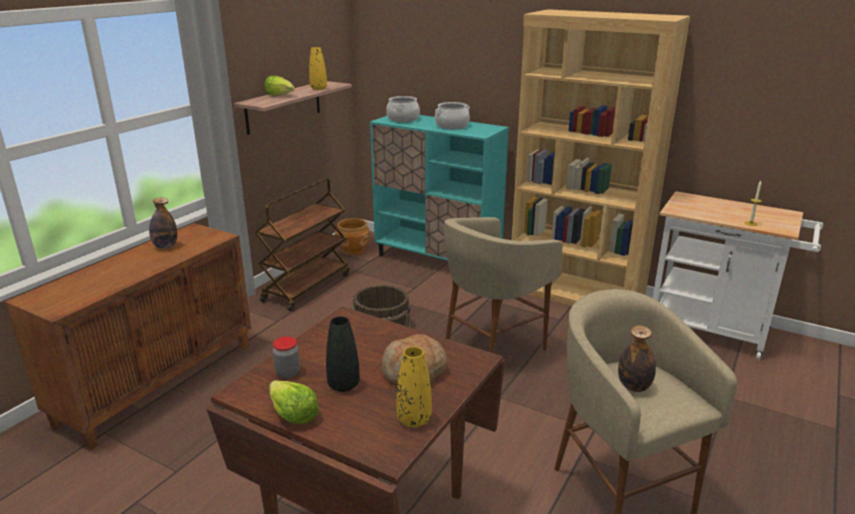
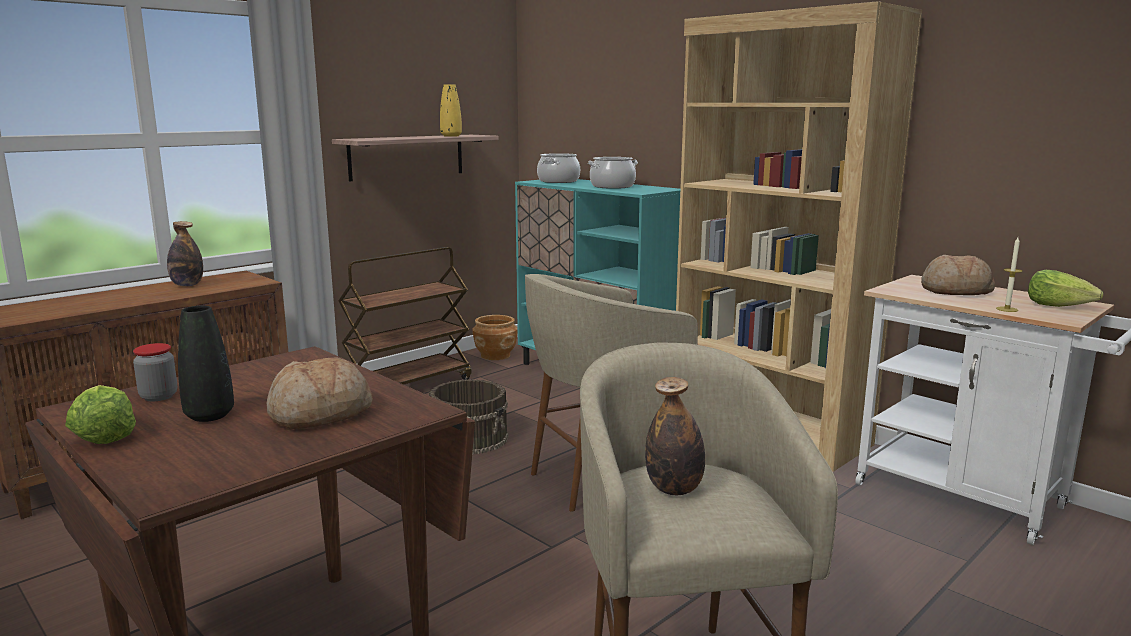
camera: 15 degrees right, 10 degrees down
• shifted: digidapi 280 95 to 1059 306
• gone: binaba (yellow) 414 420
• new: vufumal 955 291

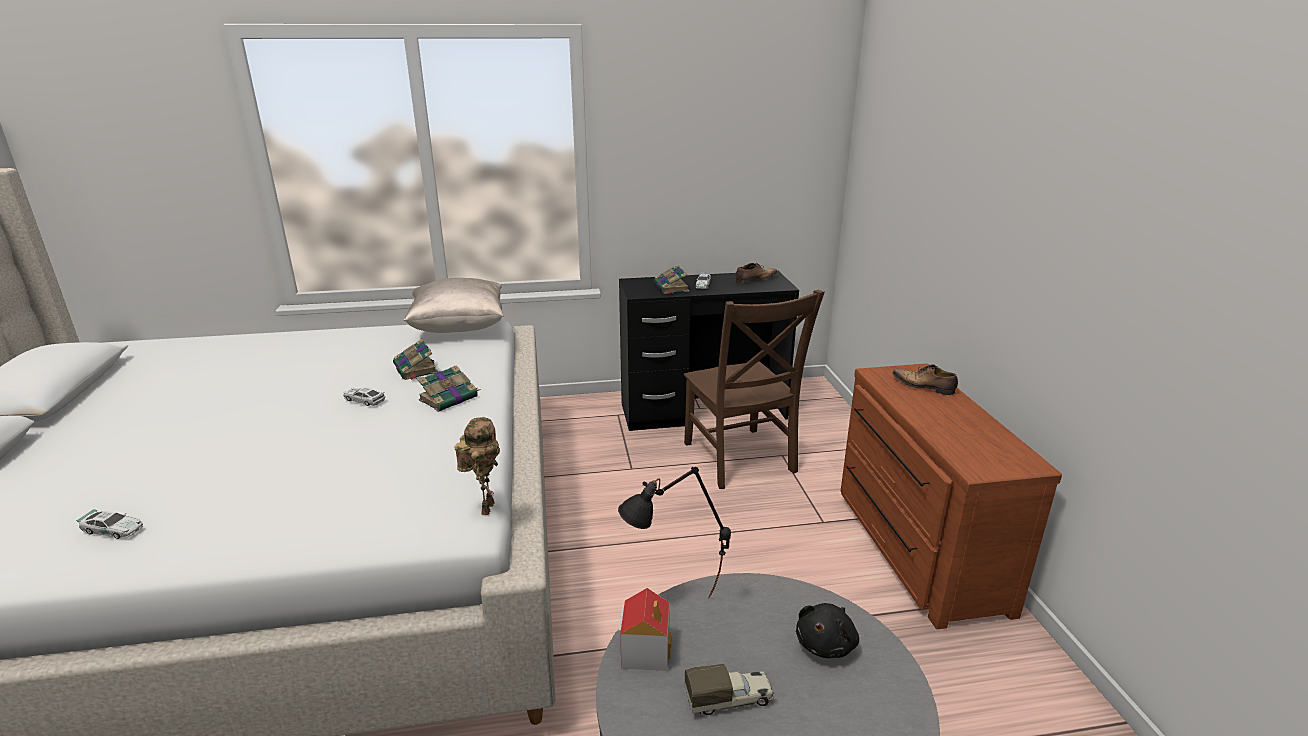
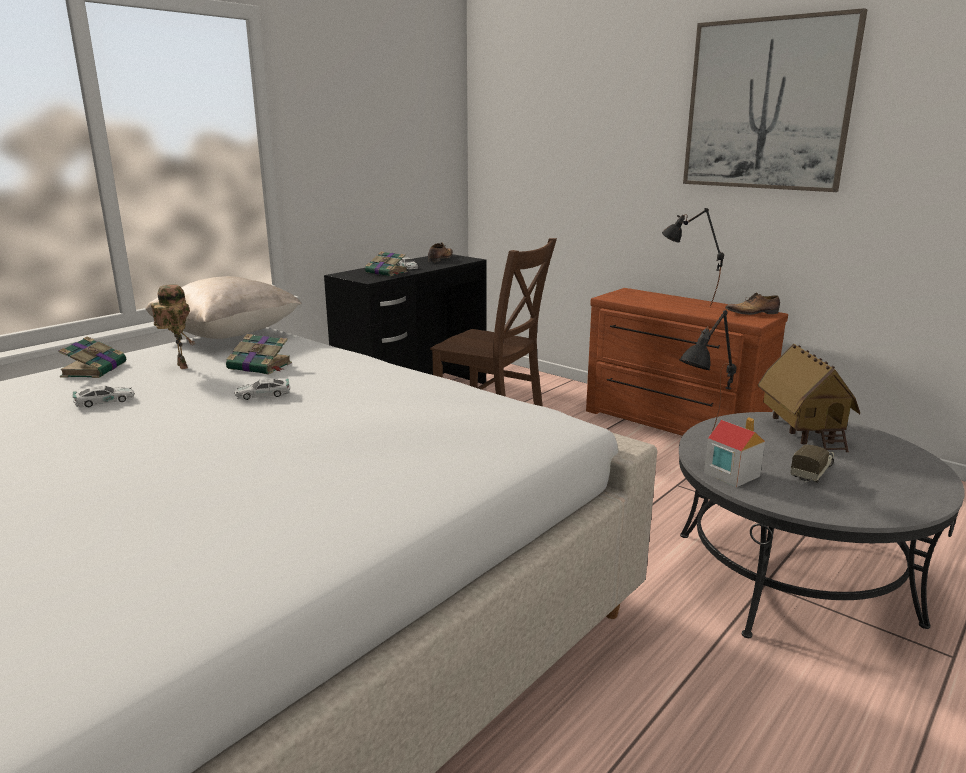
camera: 40 degrees left, 5 degrees down
• shifted: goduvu 924 386 to 753 313
• shifted: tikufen 450 398 to 95 369
• shifted: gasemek 485 507 to 179 366
• shifted: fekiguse 113 529 to 105 401
• swapped: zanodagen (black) 826 644 to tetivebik 802 431
• new: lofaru 767 105
• new: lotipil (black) 686 305

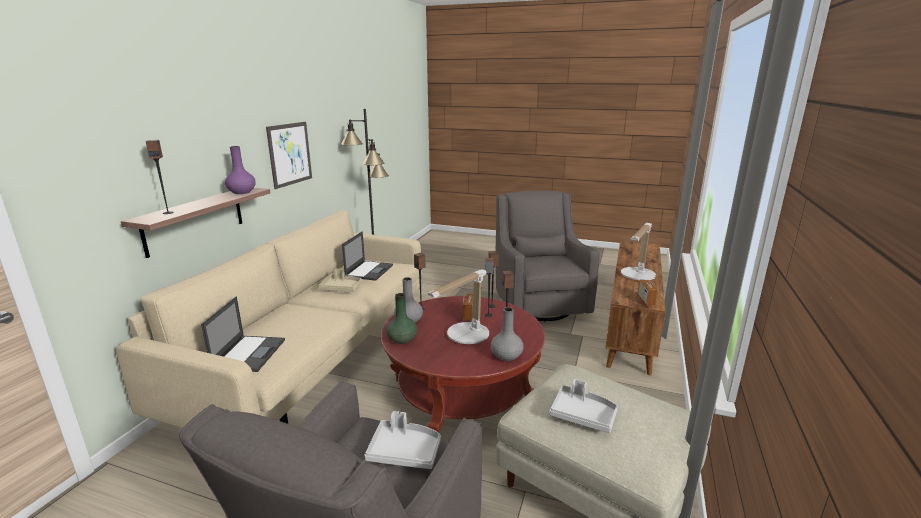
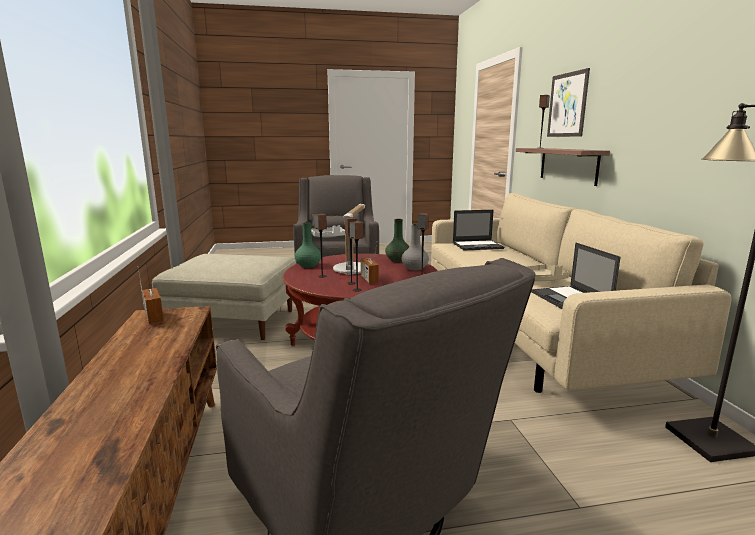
camera: 150 degrees right, 5 degrees down
• shifted: lofaru 290 154 to 567 105
• gone: binaba (purple) 242 192
• gone: lotipil 636 276
• rotated: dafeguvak 249 353 = 478 245 75 degrees counterclockwise
• repainted: binaba (grey) 506 356 to binaba (green) 308 265
• gone: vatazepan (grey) 583 415

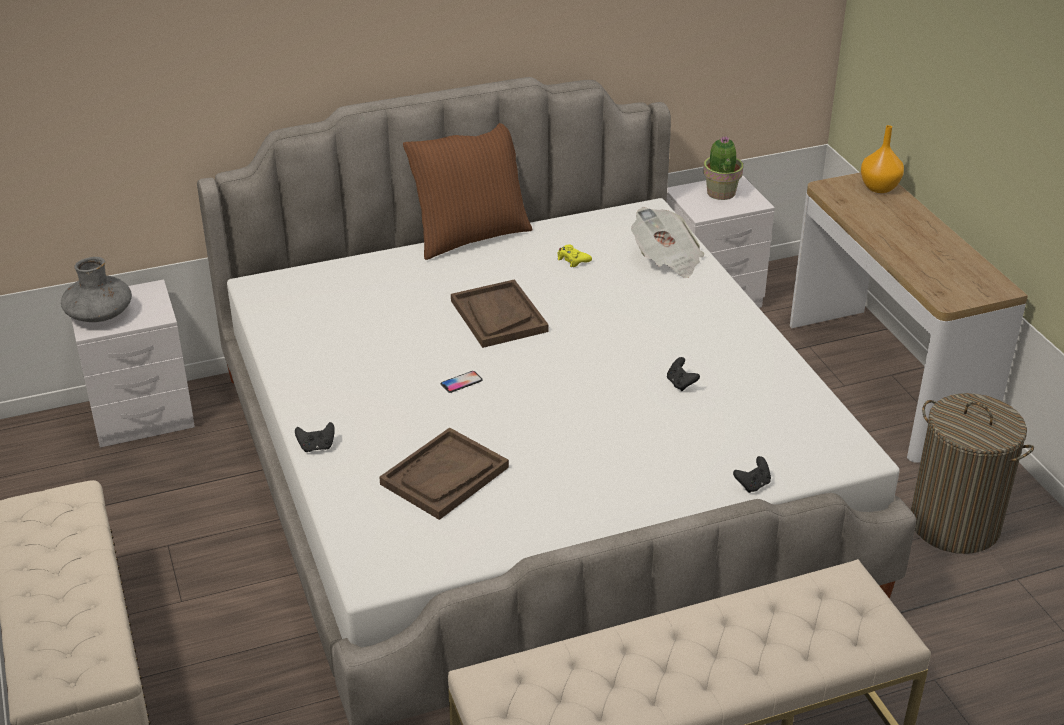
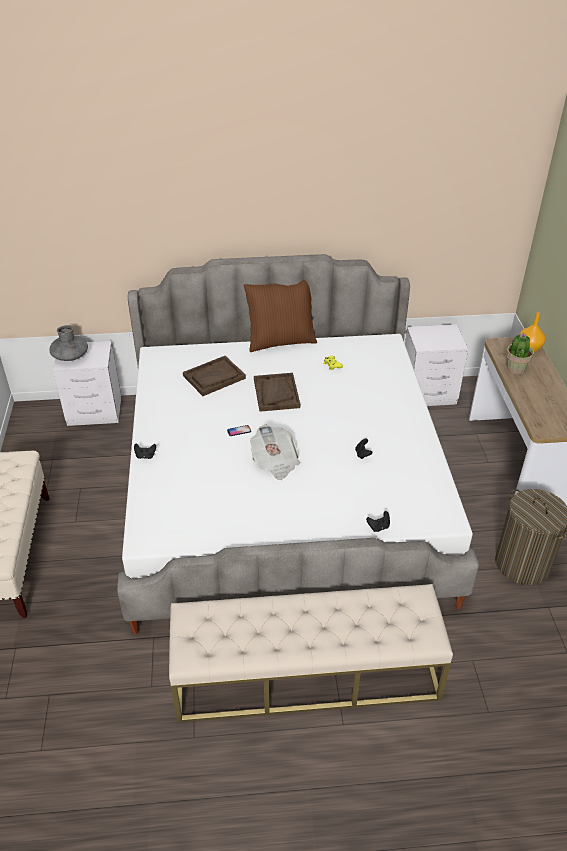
camera: 15 degrees right, 5 degrees up
• shifted: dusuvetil 720 193 to 515 368
• shifted: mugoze 667 259 to 275 462
• shifted: vatazepan (brown) 444 476 to 214 377

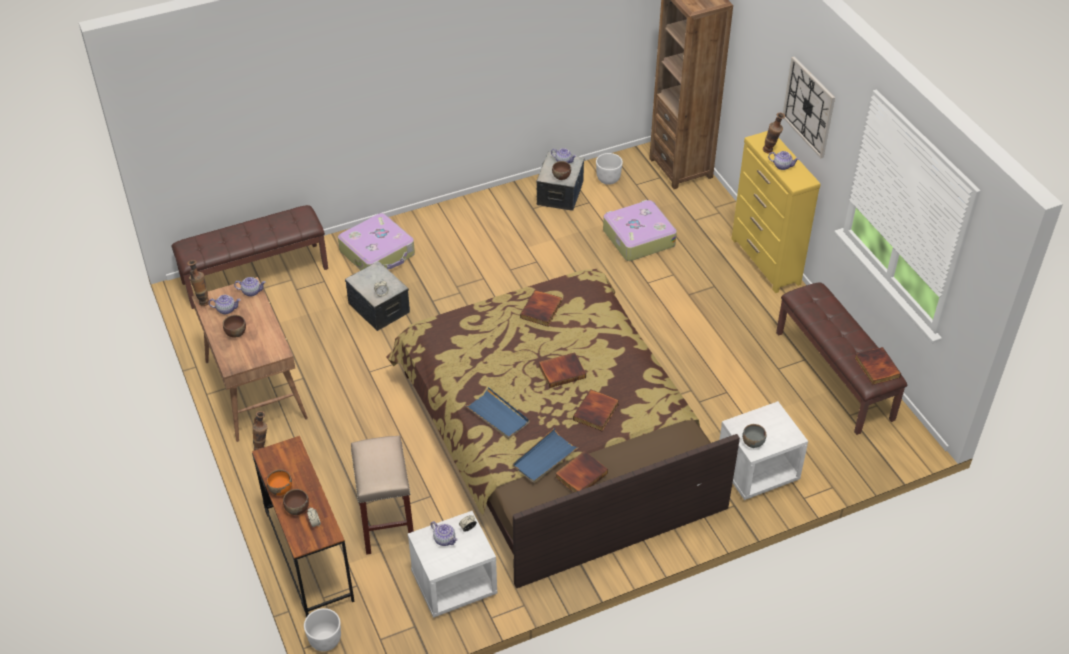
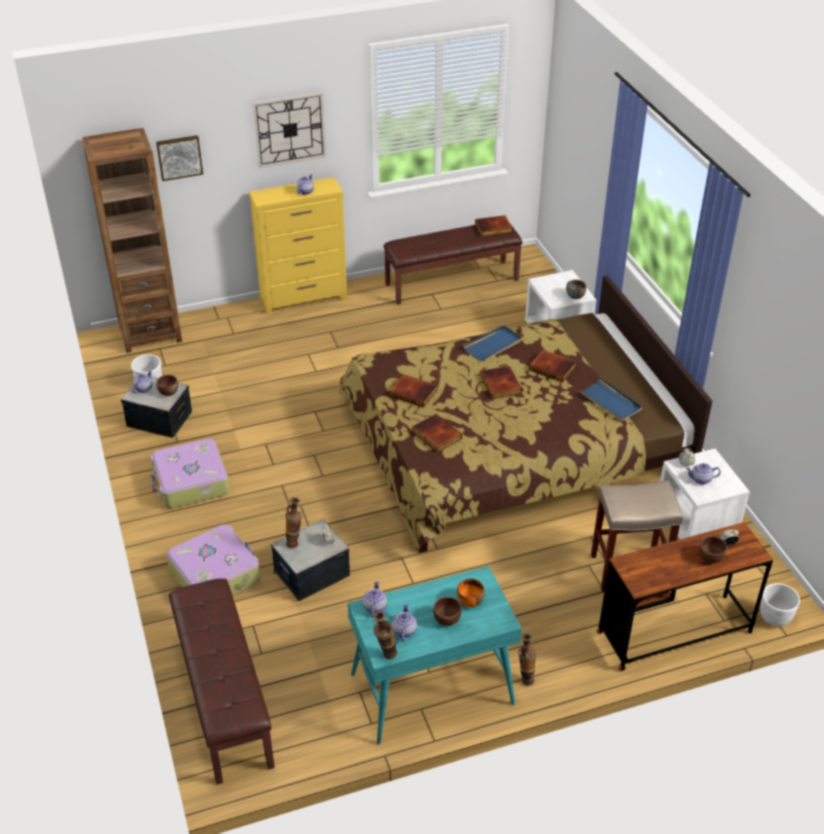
camera: 85 degrees left, 5 degrees down
• shifted: binaba 770 152 to 295 542
• shifted: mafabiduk 637 238 to 190 482
• repainted: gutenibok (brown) 255 390 to gutenibok (turquoise) 431 690
• shifted: vatazepan (blue) 498 415 to 493 345
• shifted: tikufen 581 474 to 435 435
• shifted: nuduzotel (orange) 280 489 to 470 601
• rotated: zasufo 445 539 = 701 480 135 degrees counterclockwise
• new: lofaru 179 157

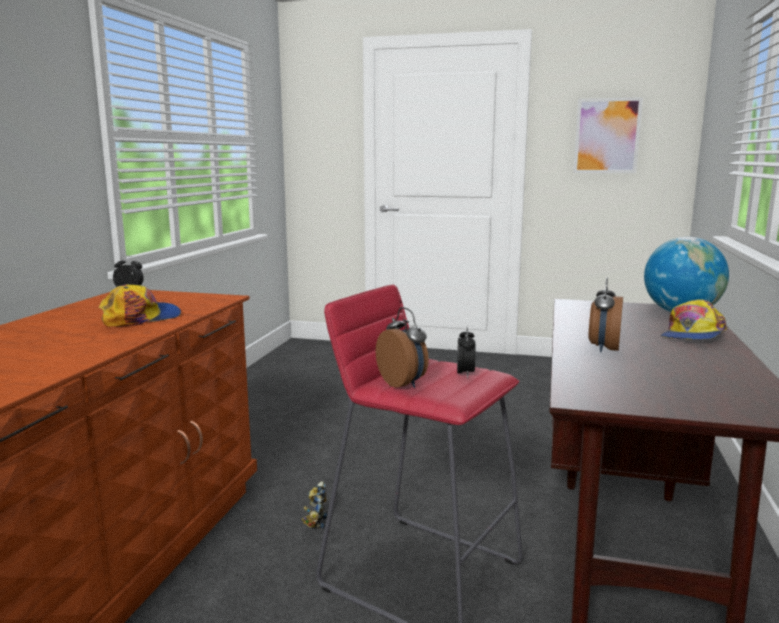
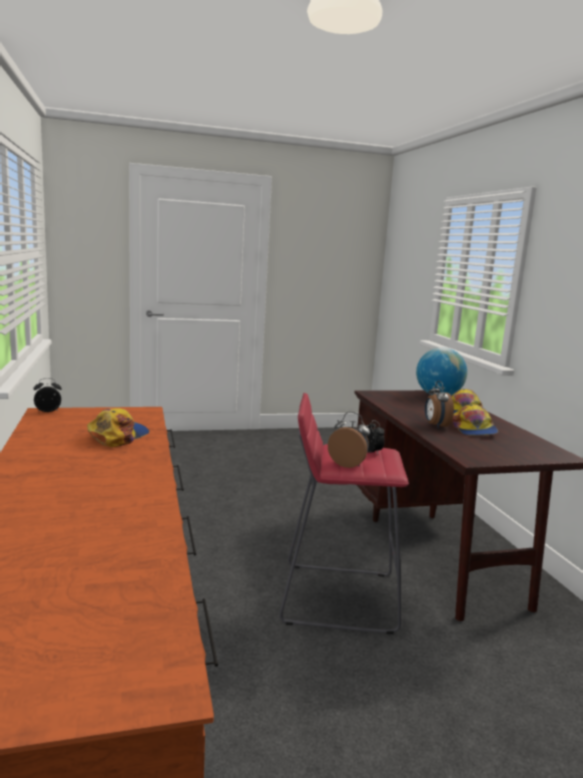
camera: 30 degrees left, 0 degrees up
• gone: lofaru 607 136
• gone: gasemek 315 522
• new: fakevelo 473 429

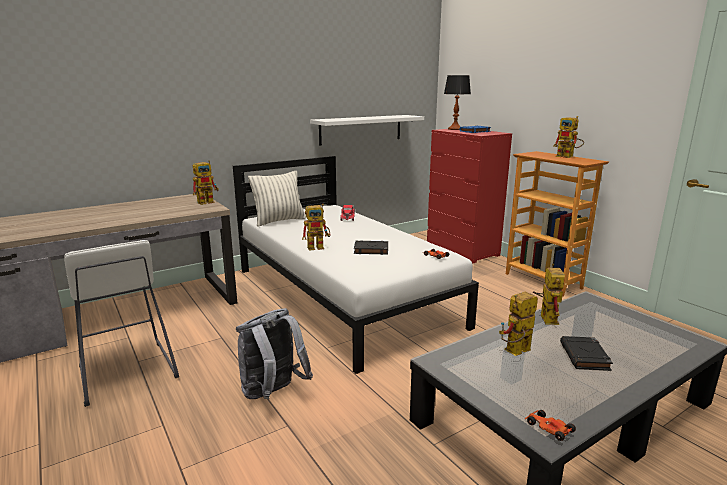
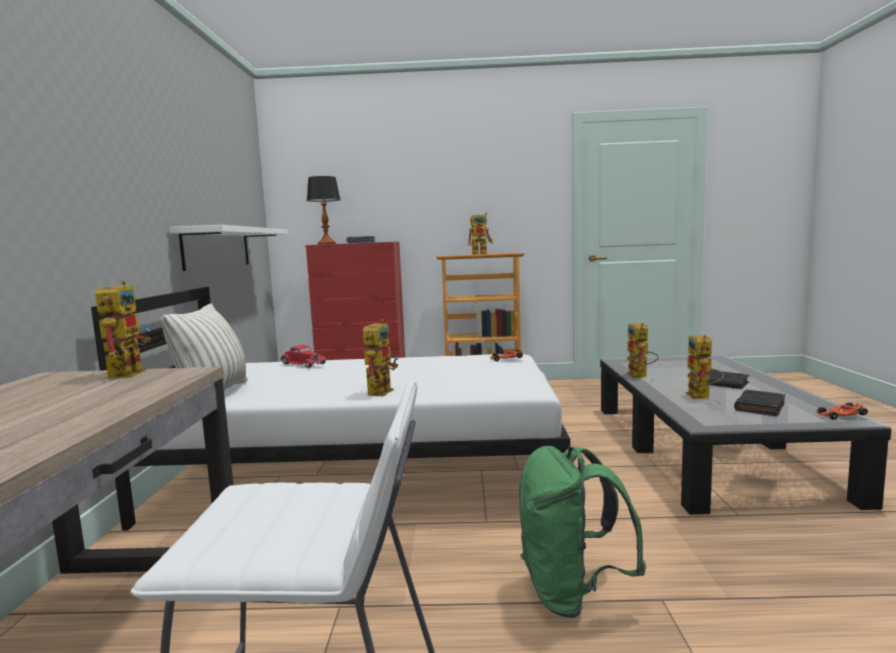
camera: 55 degrees left, 10 degrees down
• shifted: tikufen (black) 370 250 to 760 407
• rotated: gasemek 545 317 = 640 376 135 degrees counterclockwise
• repainted: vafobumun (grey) 272 394 to vafobumun (green) 572 593

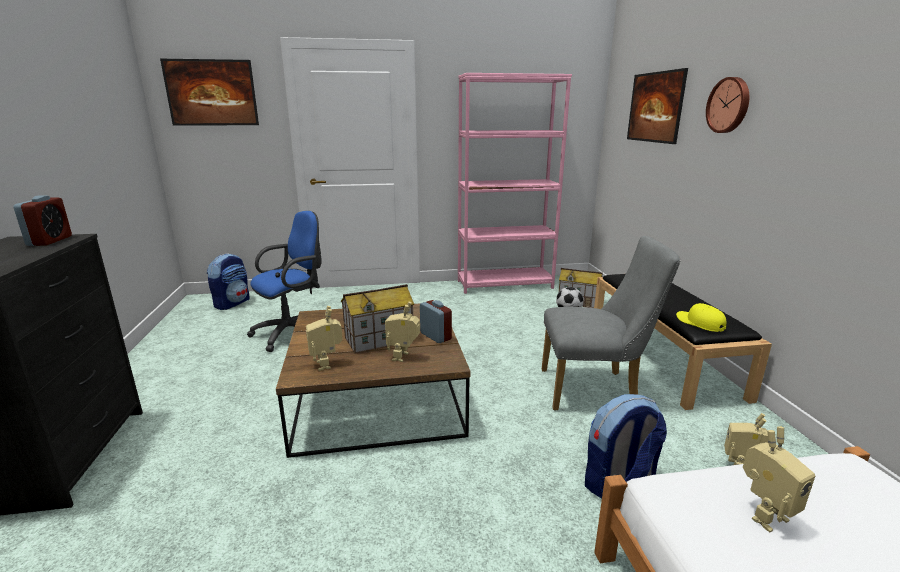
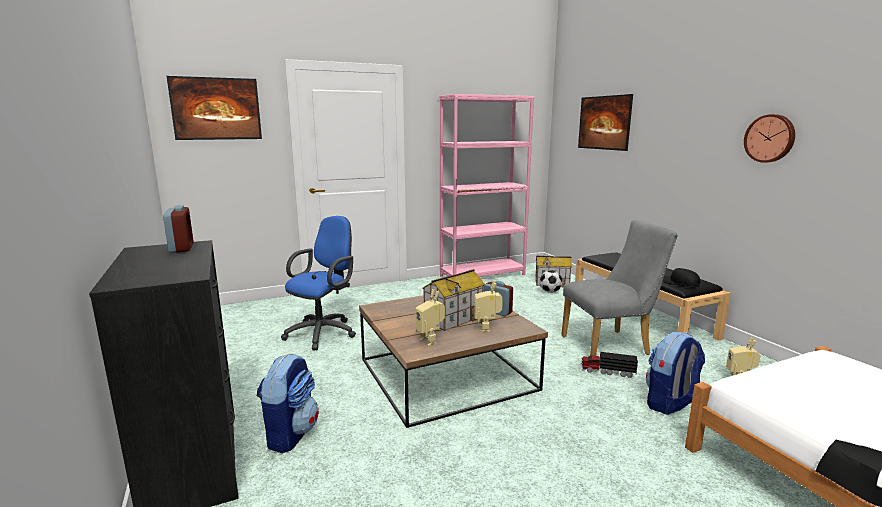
camera: 15 degrees left, 5 degrees down
• shifted: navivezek 729 105 to 770 138
• shifted: vafobumun 232 303 to 290 434
• repainted: fakevelo (yellow) 700 323 to fakevelo (black) 679 283
• gone: gasemek 764 515
• new: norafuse 607 371

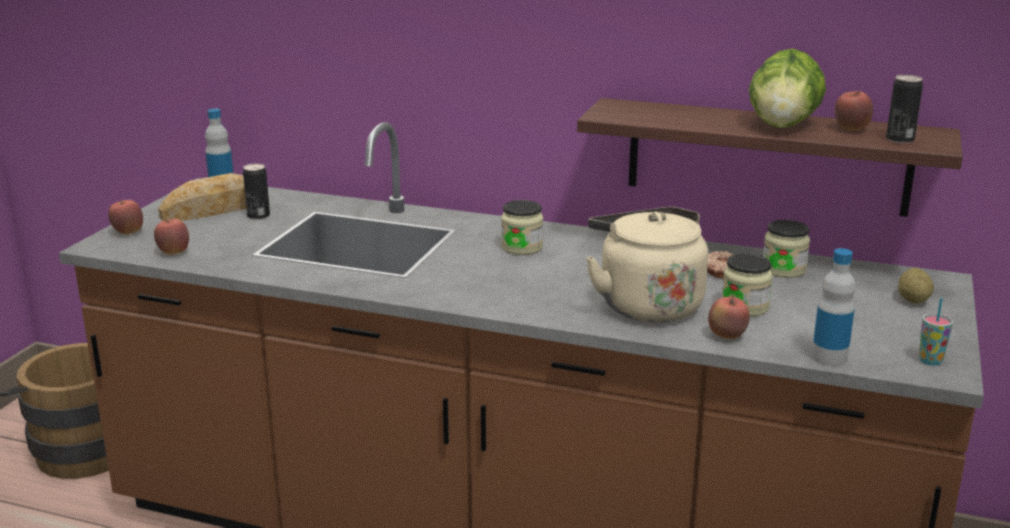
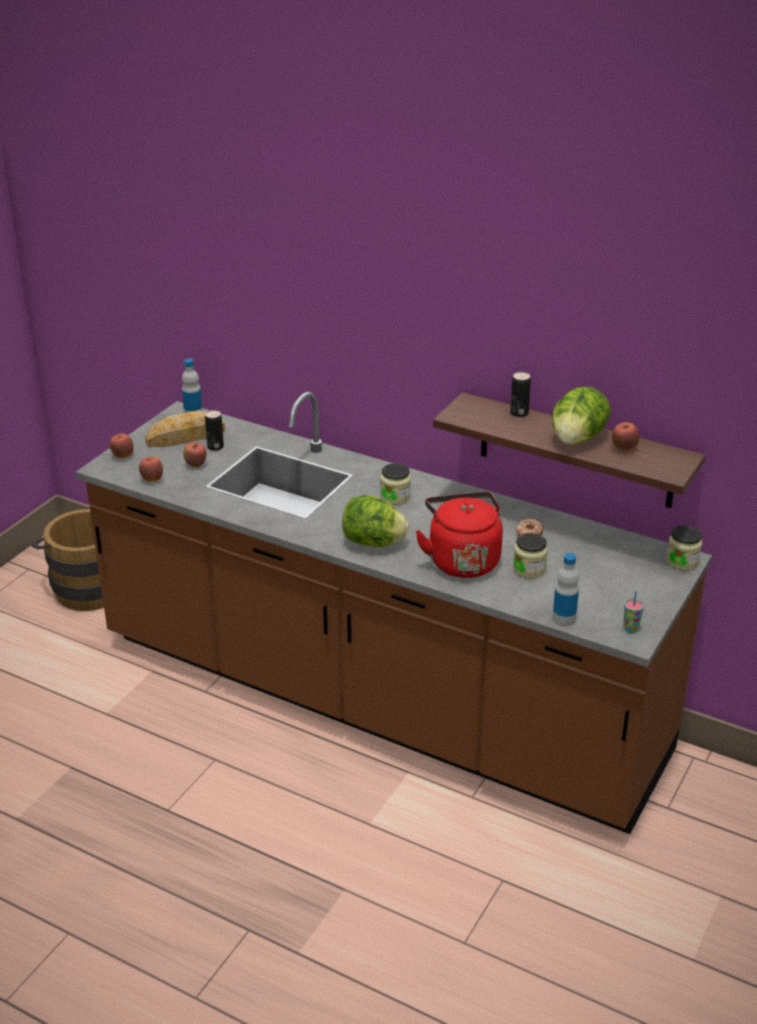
camera: 10 degrees right, 10 degrees up
• shifted: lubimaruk 900 139 to 519 413
• repainted: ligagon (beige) 646 304 to ligagon (red) 462 560
• shifted: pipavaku 783 269 to 682 561
• gone: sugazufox 913 300
• shifted: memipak 727 336 to 195 465
• new: digidapi 373 543

